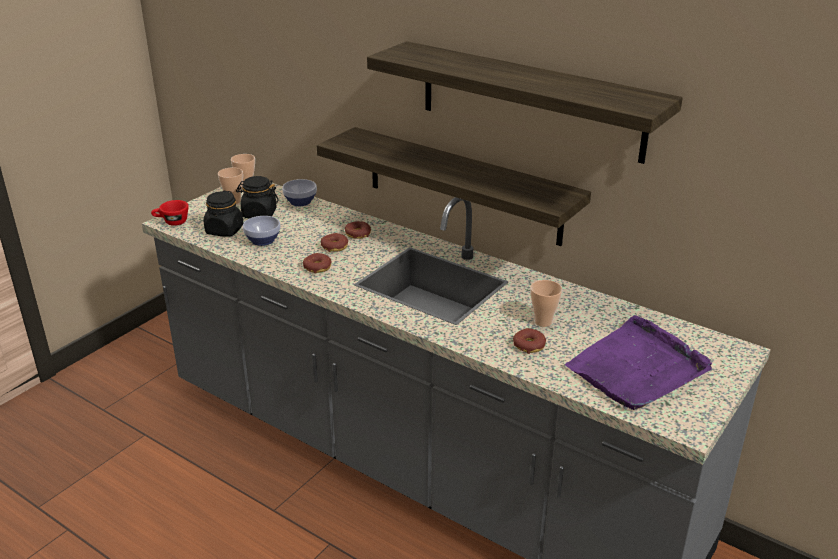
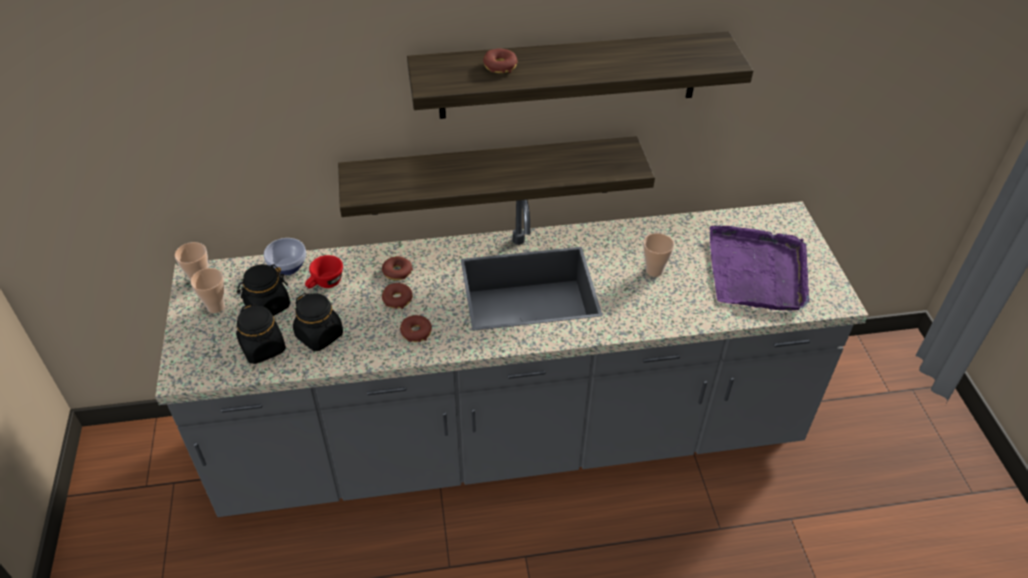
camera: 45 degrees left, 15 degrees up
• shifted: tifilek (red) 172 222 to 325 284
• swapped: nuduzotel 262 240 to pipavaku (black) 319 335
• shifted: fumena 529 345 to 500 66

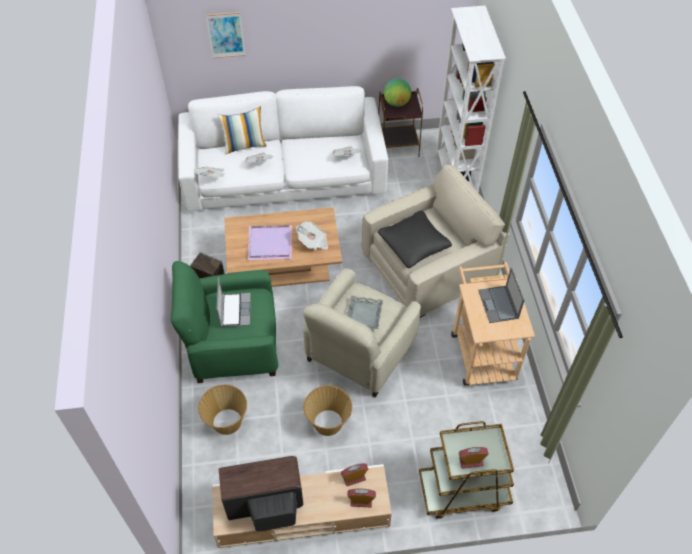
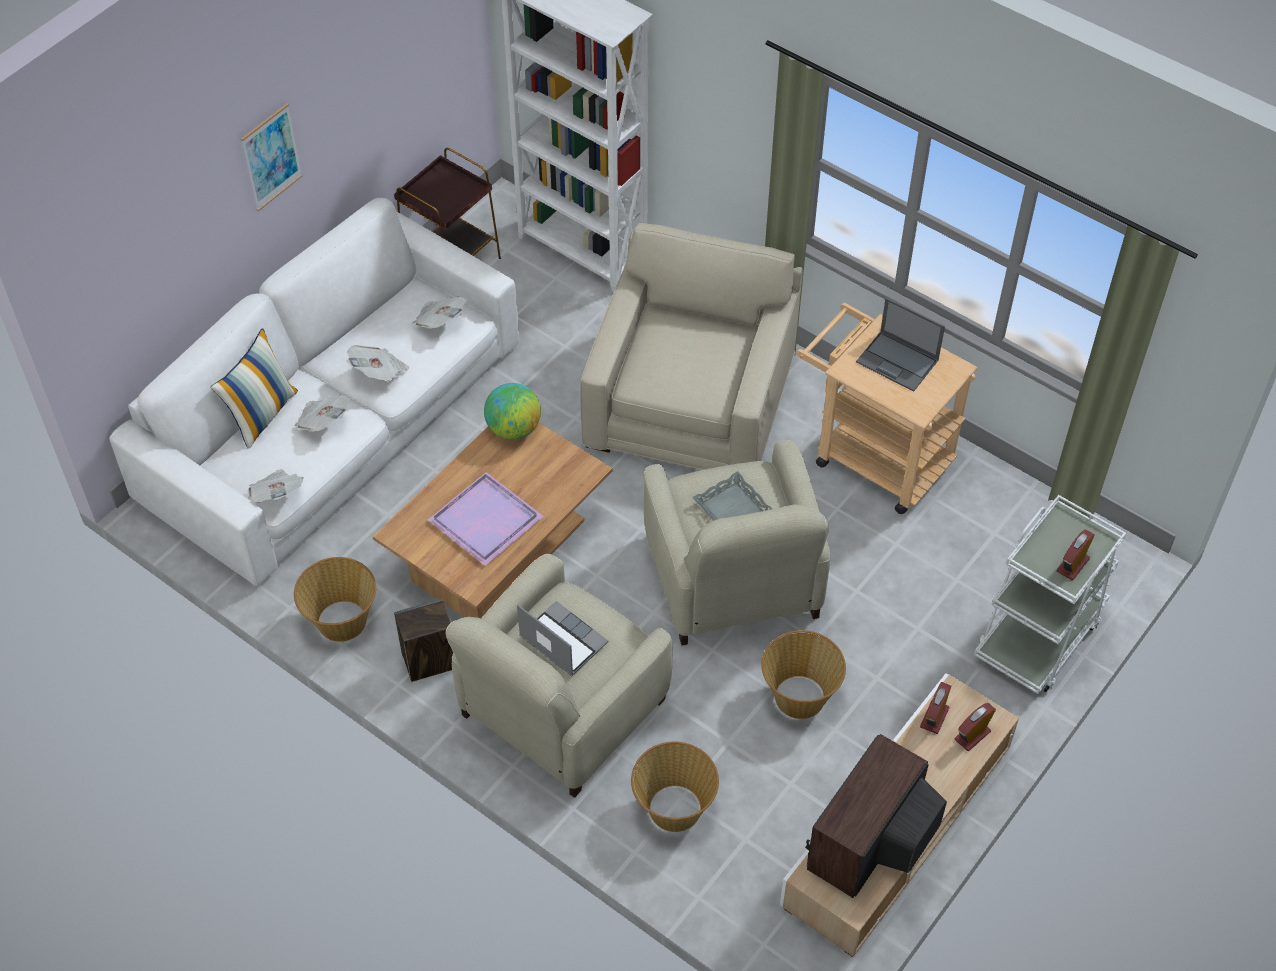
camera: 45 degrees left, 0 degrees up
• shifted: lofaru 226 35 to 271 157
• shifted: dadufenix 396 103 to 514 428
• gone: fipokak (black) 414 245
• shifted: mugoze 313 242 to 379 373
• repainted: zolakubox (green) 234 345 to zolakubox (beige) 561 709
• repainted: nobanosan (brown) 463 491 to nobanosan (white) 1038 636
• new: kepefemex 342 622

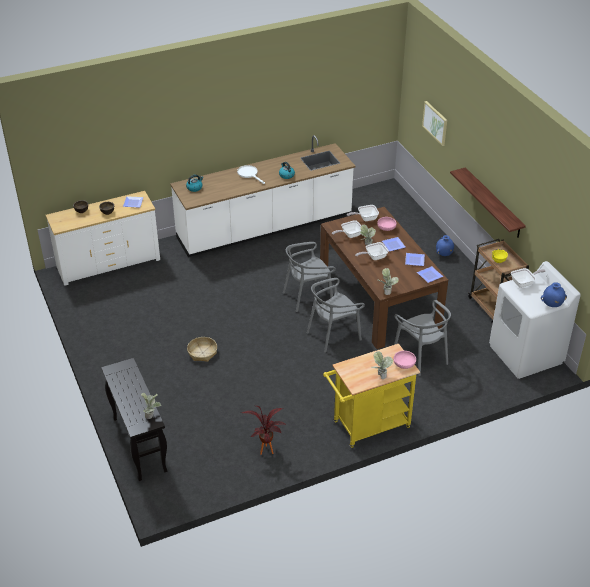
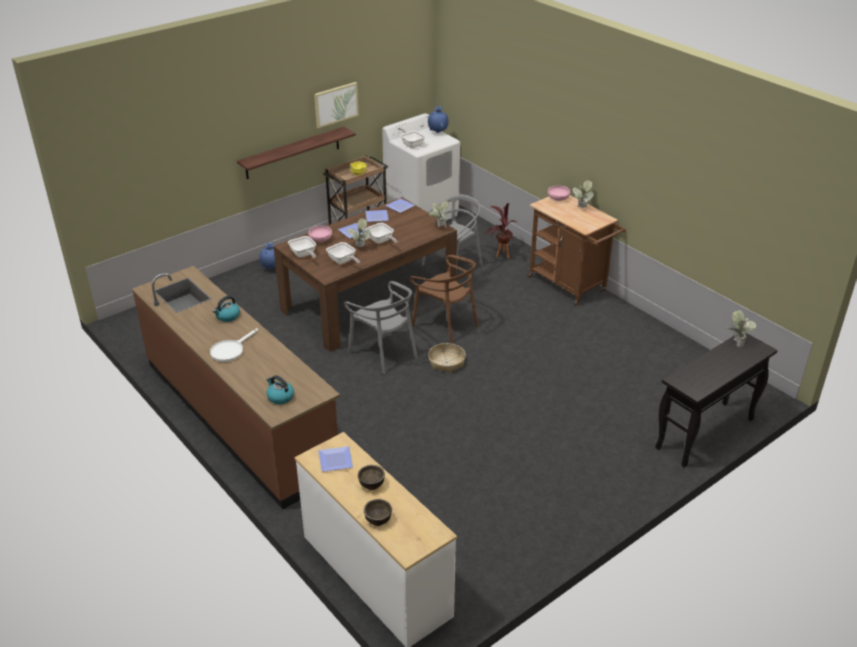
camera: 105 degrees left, 5 degrees down
• shifted: lofaru 435 123 to 336 104
• repainted: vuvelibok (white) 265 228 to vuvelibok (brown) 240 417
• repainted: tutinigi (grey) 333 334 to tutinigi (brown) 445 324
• shifted: kepefemex 202 353 to 446 362
• repainted: nobanosan (yellow) 367 426 to nobanosan (brown) 570 286
• shifted: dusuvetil 265 448 to 499 256

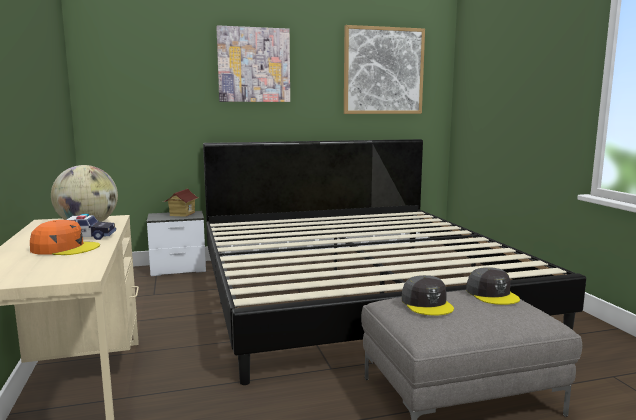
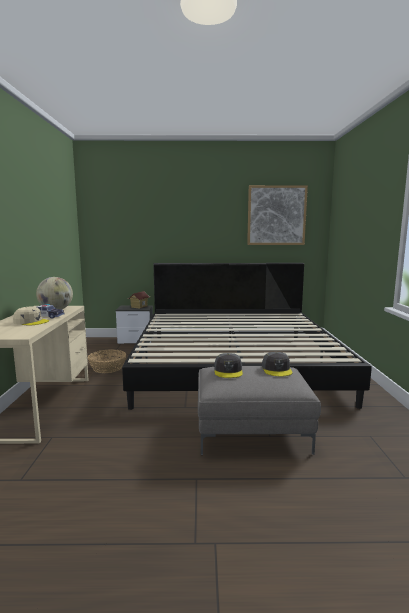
camera: 15 degrees right, 0 degrees up
• gone: lofaru 254 65
• repainted: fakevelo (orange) 65 248 to fakevelo (beige) 31 322
• new: kepefemex 107 368

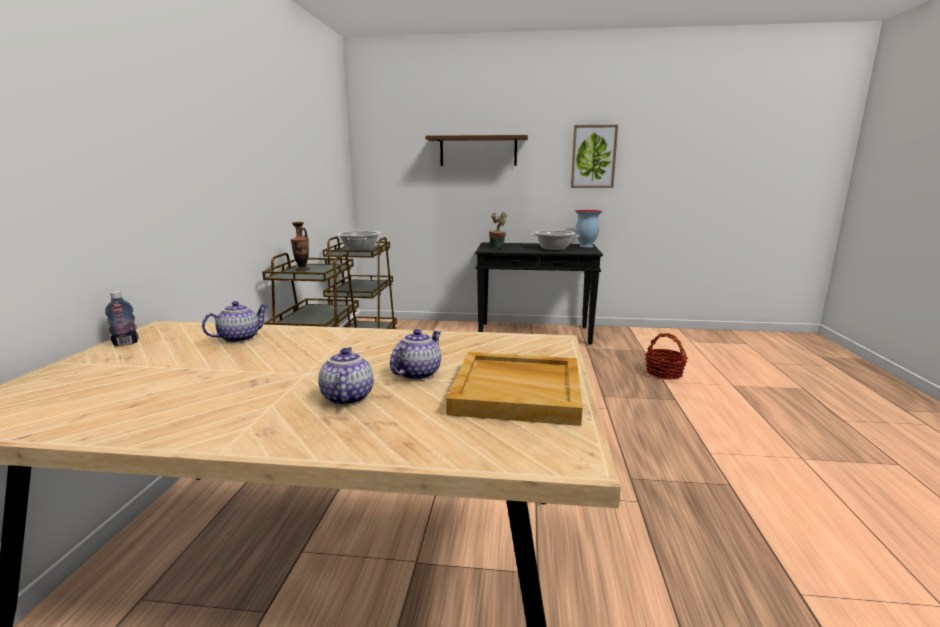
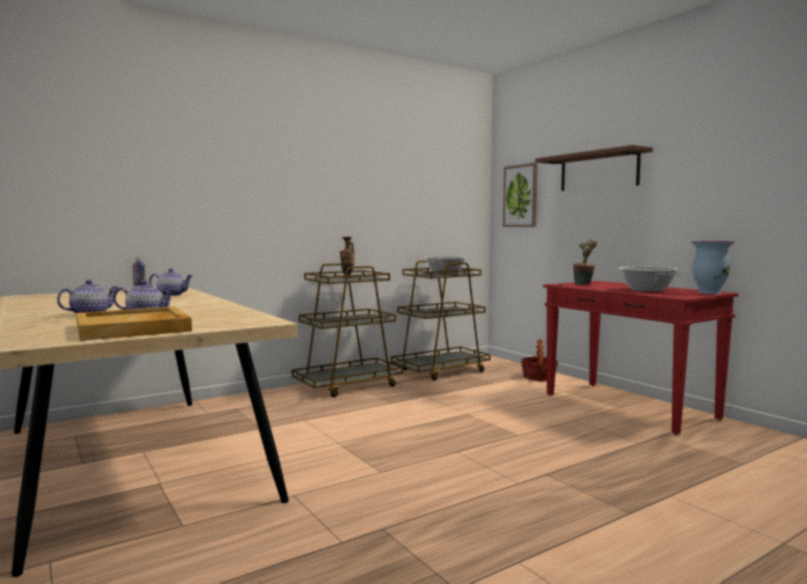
camera: 50 degrees right, 10 degrees down
• shifted: lofaru 593 156 to 521 196
• repainted: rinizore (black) 535 333 to rinizore (red) 630 406
• shifted: kepefemex 664 373 to 539 377

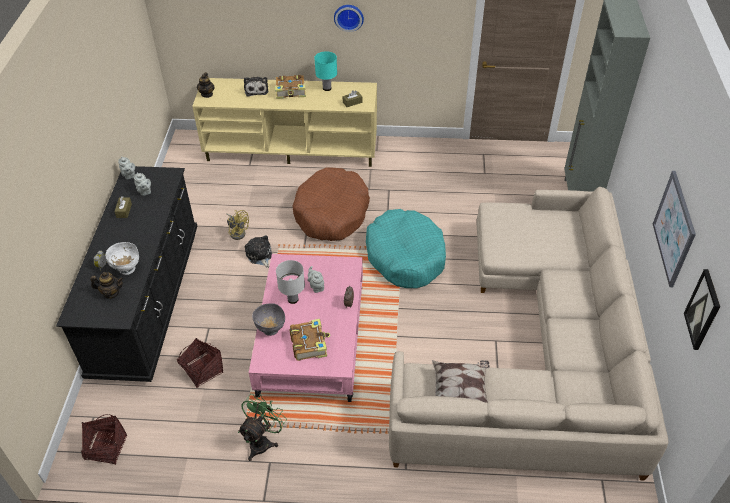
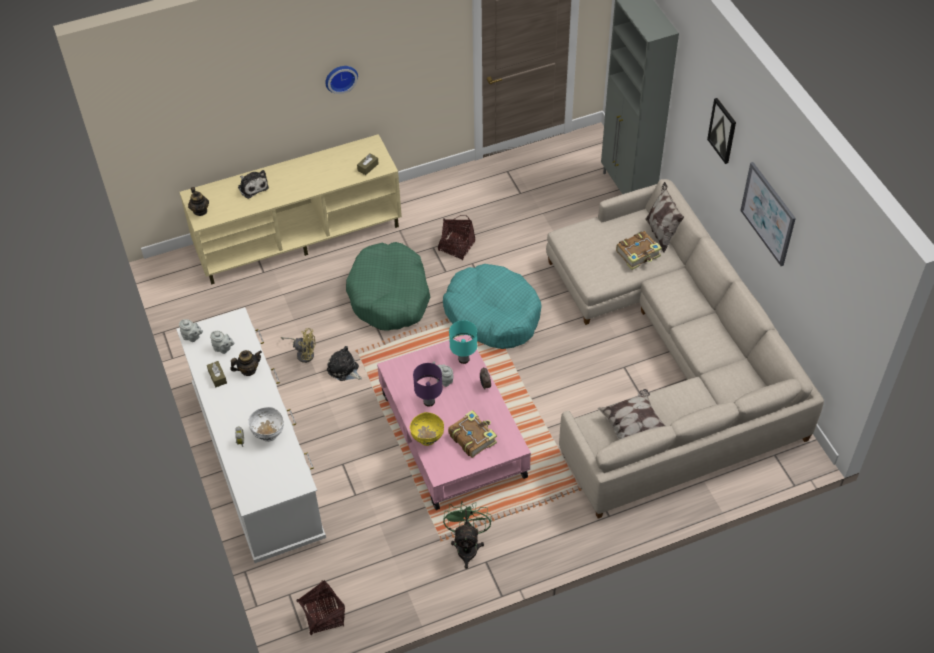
camera: 25 degrees left, 5 degrees up
• shifted: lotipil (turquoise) 326 88 to 463 359
• shifted: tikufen 291 91 to 638 254
• repainted: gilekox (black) 147 300 to gilekox (white) 258 462
• repainted: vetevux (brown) 331 213 to vetevux (green) 389 295
• repainted: lotipil (white) 293 299 to lotipil (purple) 429 401
• shifted: lofaru 703 310 to 722 130
• shifted: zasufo 111 293 to 248 370
• repainted: nuduzotel (grey) 270 330 to nuduzotel (yellow) 427 439
• shifted: kepefemex 202 370 to 456 246
• new: fipokak 661 233

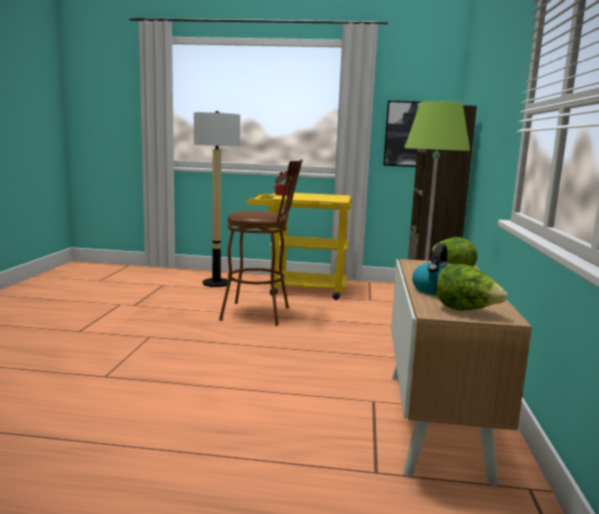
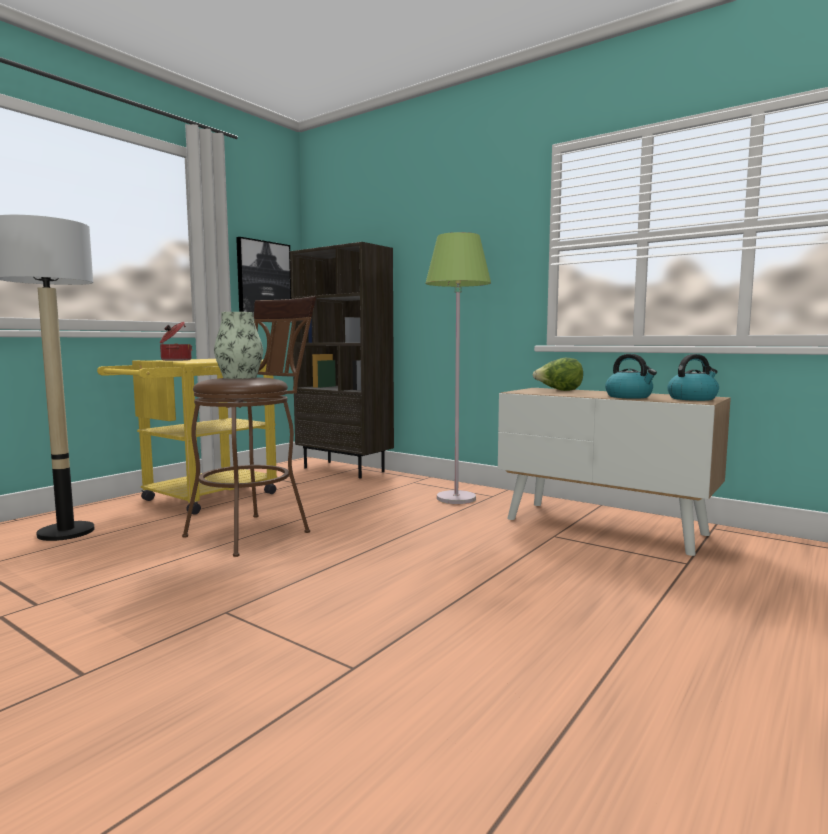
camera: 60 degrees left, 5 degrees down
• swapped: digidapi 466 310 to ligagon 692 398
• new: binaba 240 377

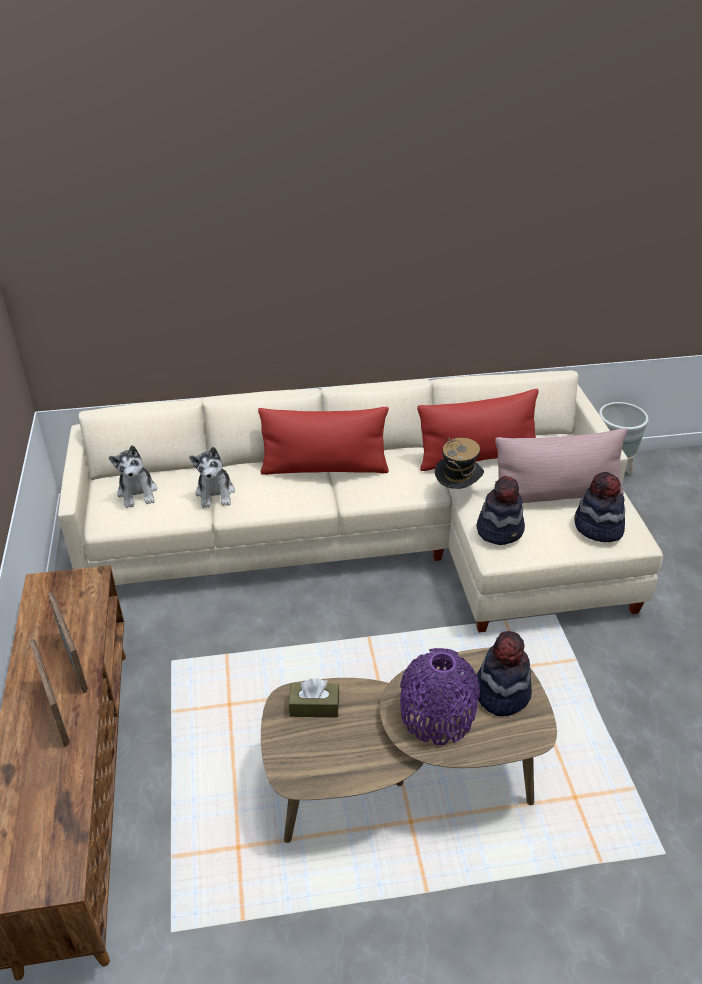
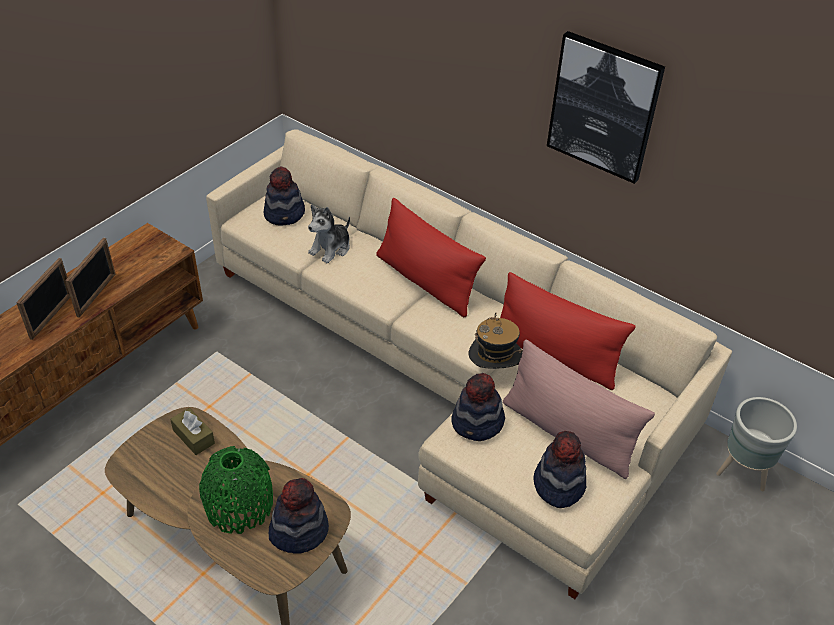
camera: 45 degrees right, 5 degrees up
• swapped: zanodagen 138 492 to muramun 285 214
• repainted: binaba (purple) 437 715 to binaba (green) 239 505
• new: lofaru 604 107

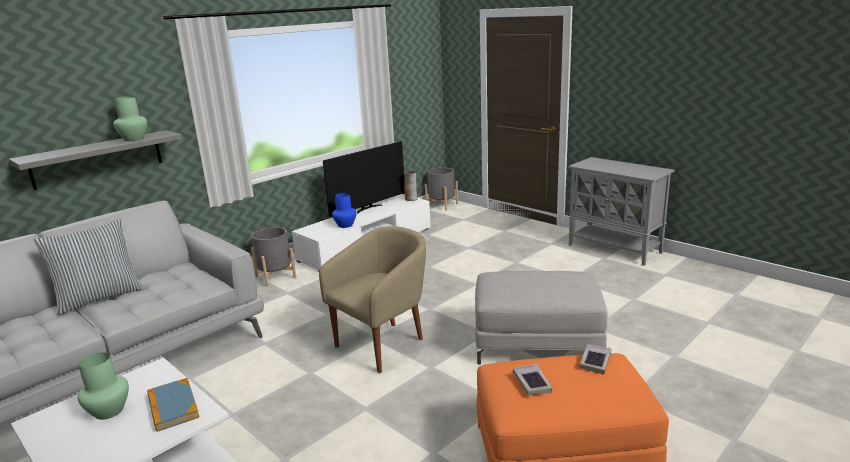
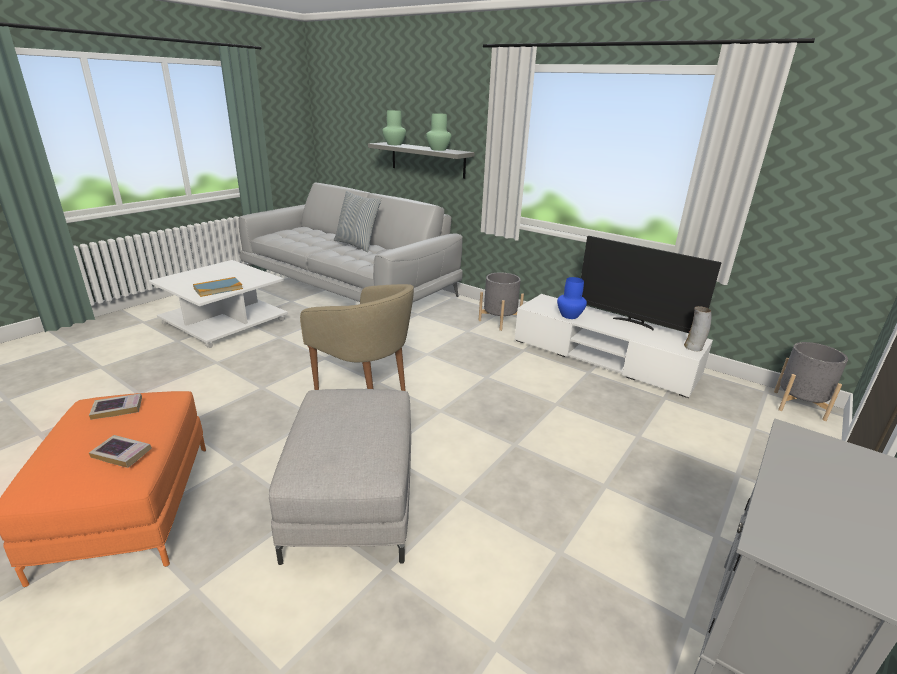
camera: 80 degrees right, 5 degrees up
• shifted: binaba (green) 108 411 to 394 144

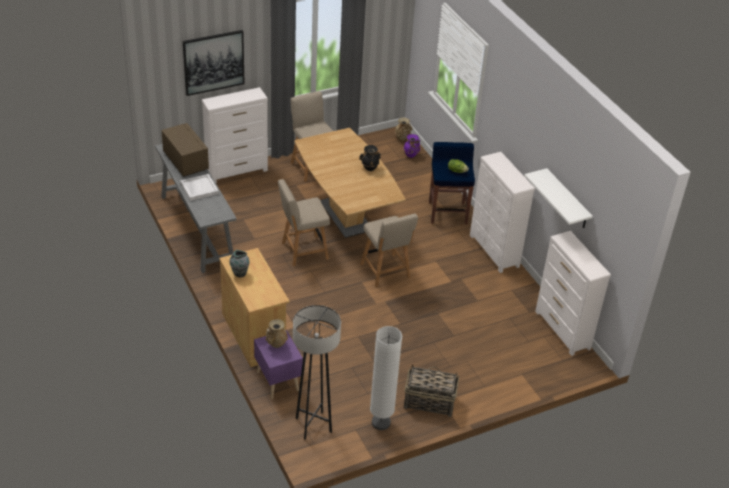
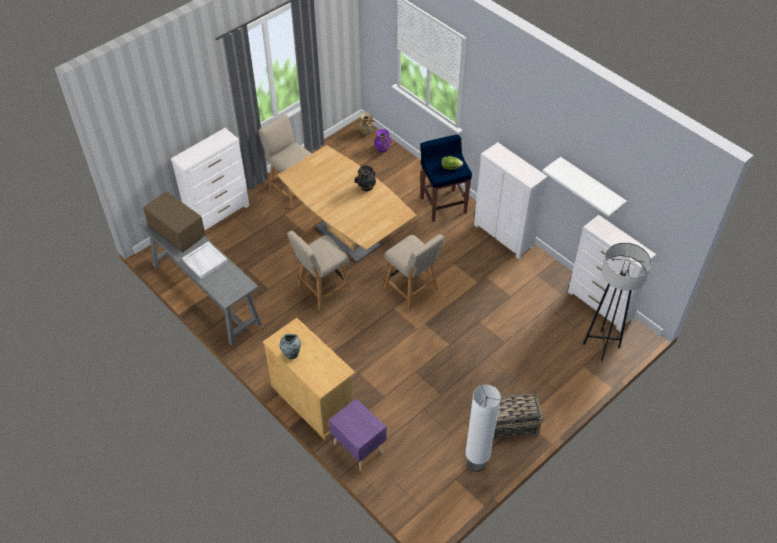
camera: 15 degrees left, 10 degrees up
• gone: lofaru 213 62
• shifted: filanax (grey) 313 425 to 601 346
• gone: binaba (beige) 276 344

